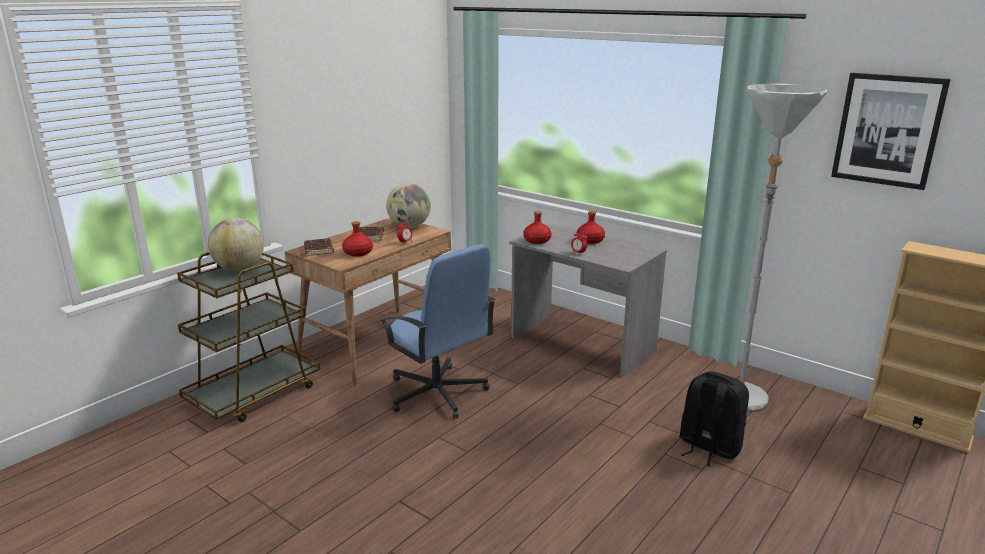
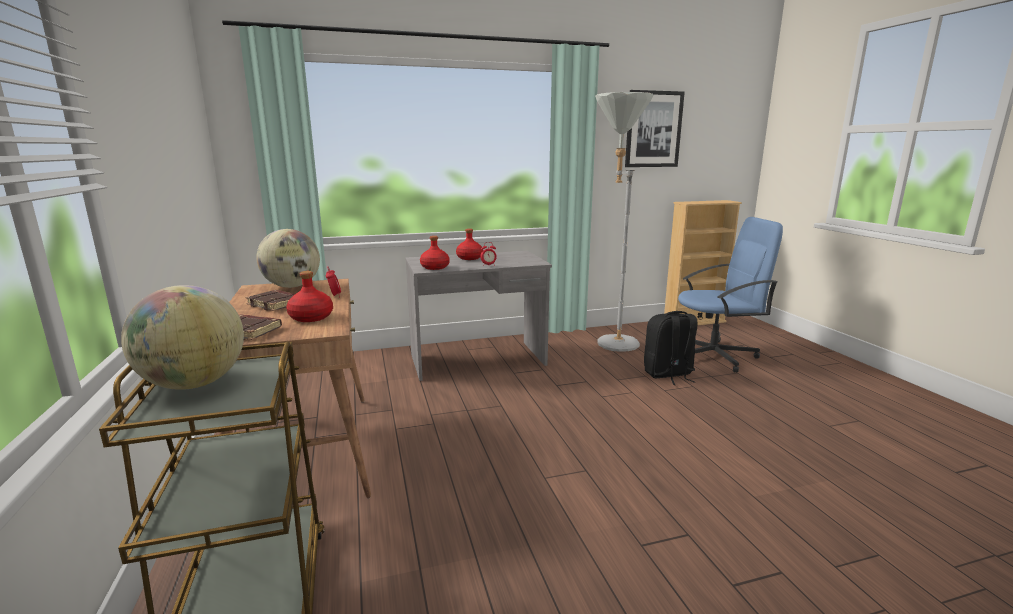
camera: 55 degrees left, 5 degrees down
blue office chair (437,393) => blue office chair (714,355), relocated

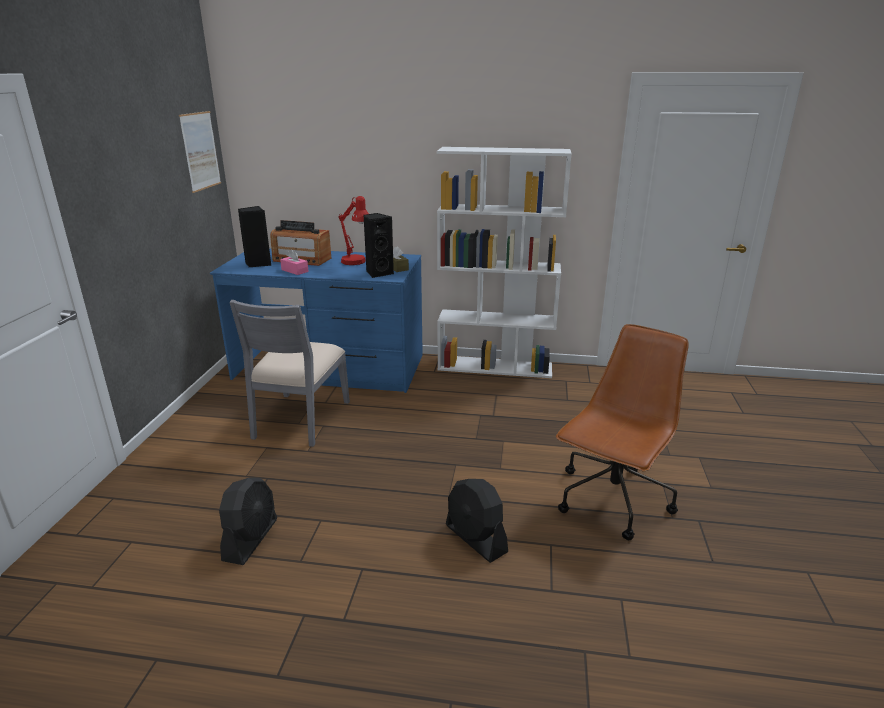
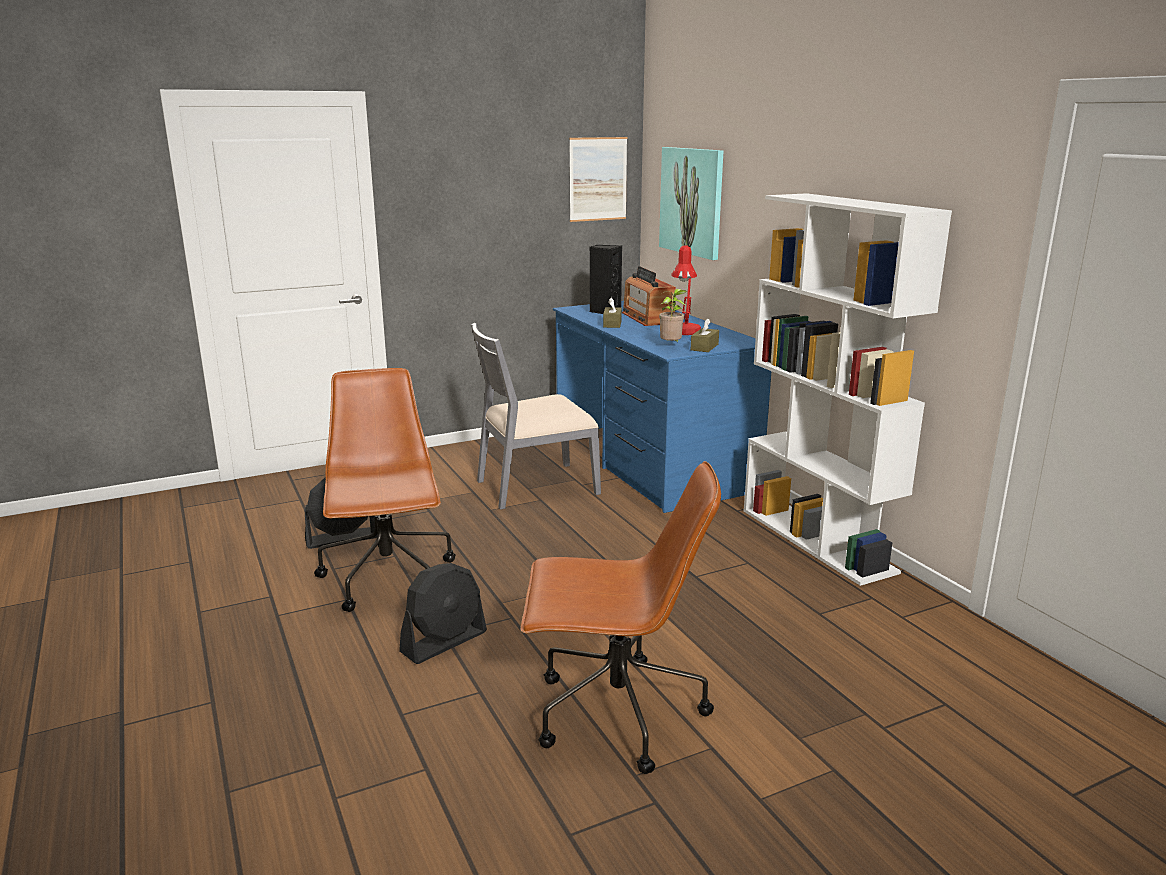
camera: 55 degrees right, 5 degrees down
black speaker (378,273) => potted plant (671,346)
pink tissue box (295,271) => brown tissue box (612,324)
black fan (476,539) => black fan (444,642), 150 degrees counterclockwise
nothing => picture (691,201)
nothing => brown office chair (388,579)

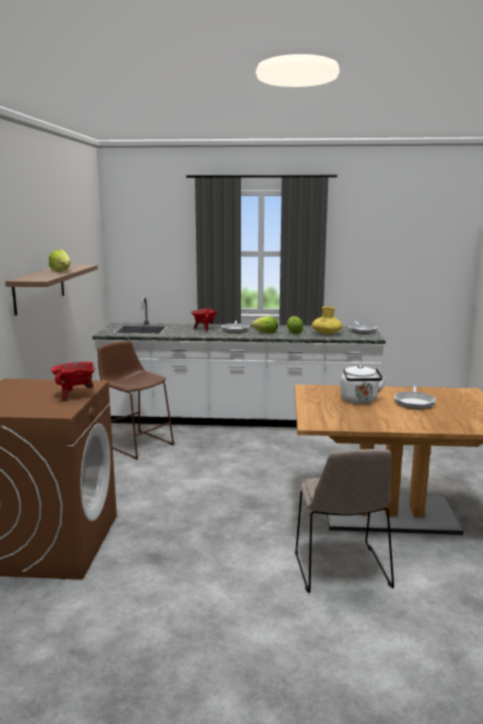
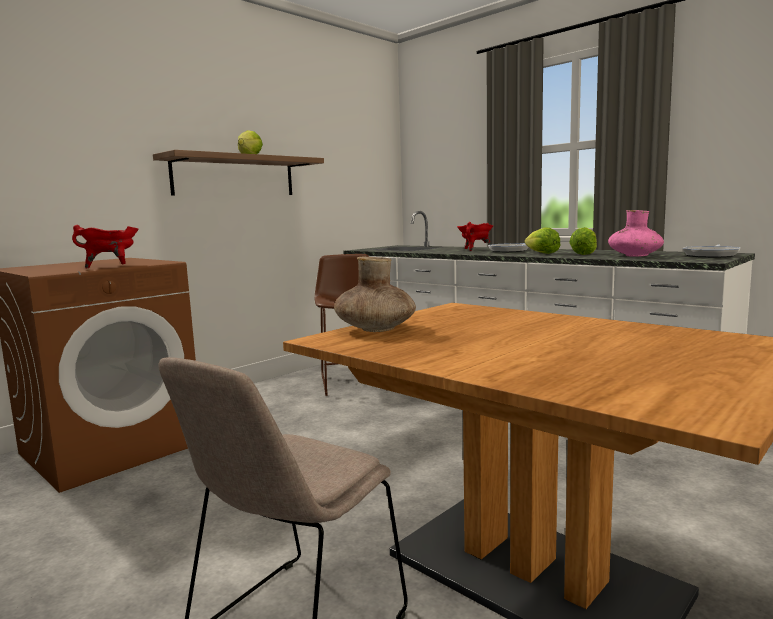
camera: 40 degrees right, 5 degrees down
yellow vase (326,333) => pink vase (635,255)
white kettle (359,401) => nothing
frying pan (414,403) => nothing
nothing => brown vase (376,329)

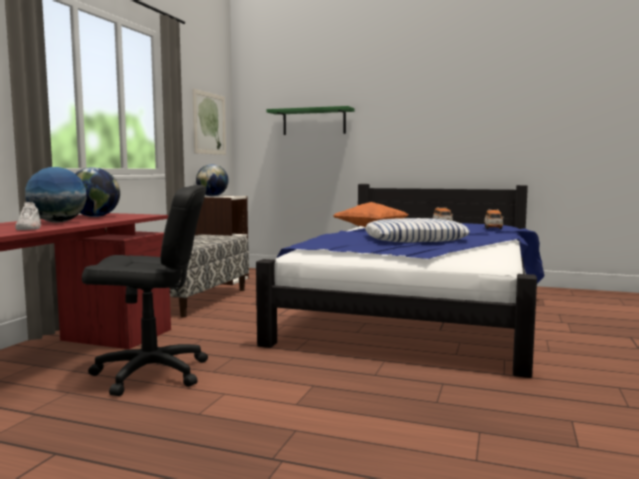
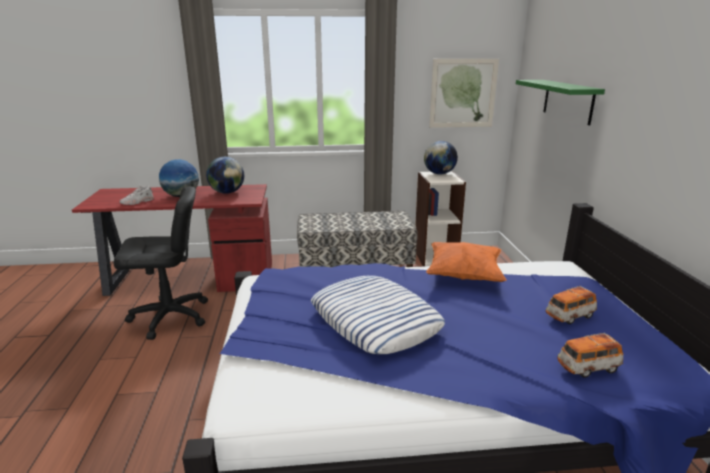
camera: 65 degrees right, 15 degrees up
black office chair (151,373) => black office chair (170,317), 75 degrees counterclockwise

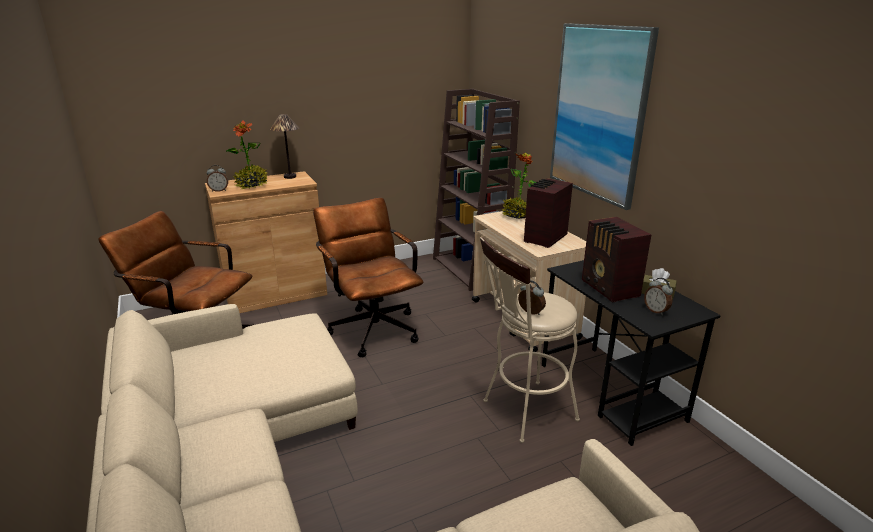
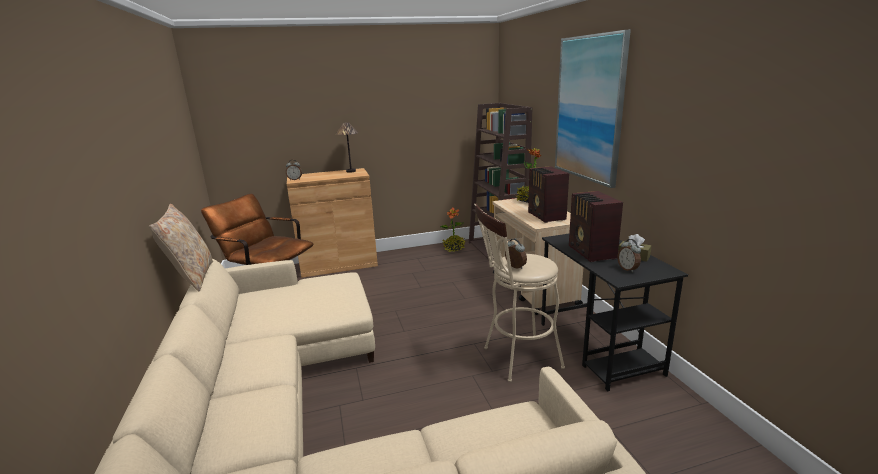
camera: 10 degrees right, 5 degrees down
potted plant (252,185) => potted plant (454,248), relocated
radio (544,238) => radio (546,216), 60 degrees counterclockwise
brown office chair (372,326) => nothing
nothing => beige pillow (192,277)

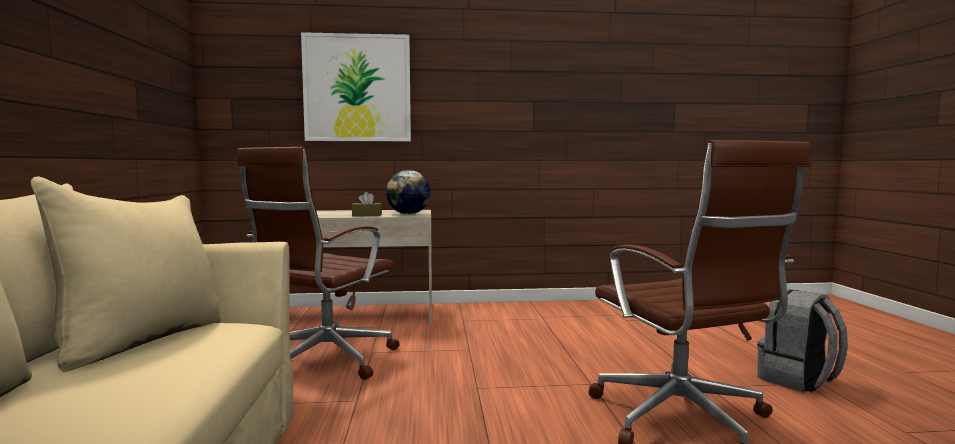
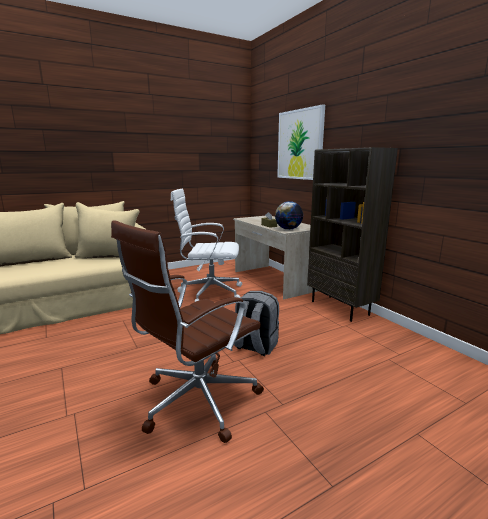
camera: 65 degrees right, 10 degrees up
brown office chair (324,361) => white office chair (209,292)
grey backpack (798,380) => grey backpack (255,346), relocated
nothing => brown bookcase (340,308)

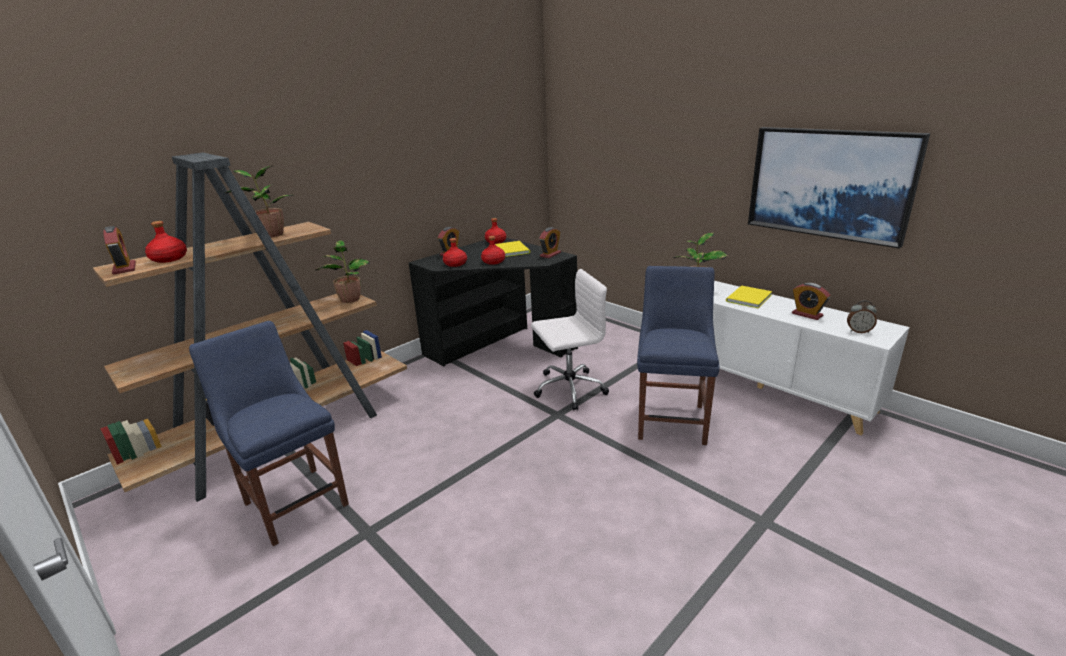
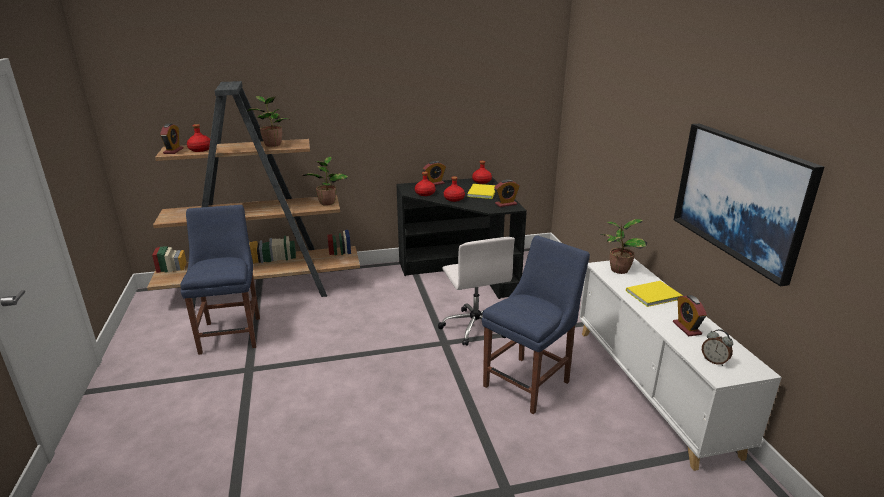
camera: 30 degrees right, 0 degrees up
white office chair (568,389) => white office chair (475,326), 60 degrees clockwise

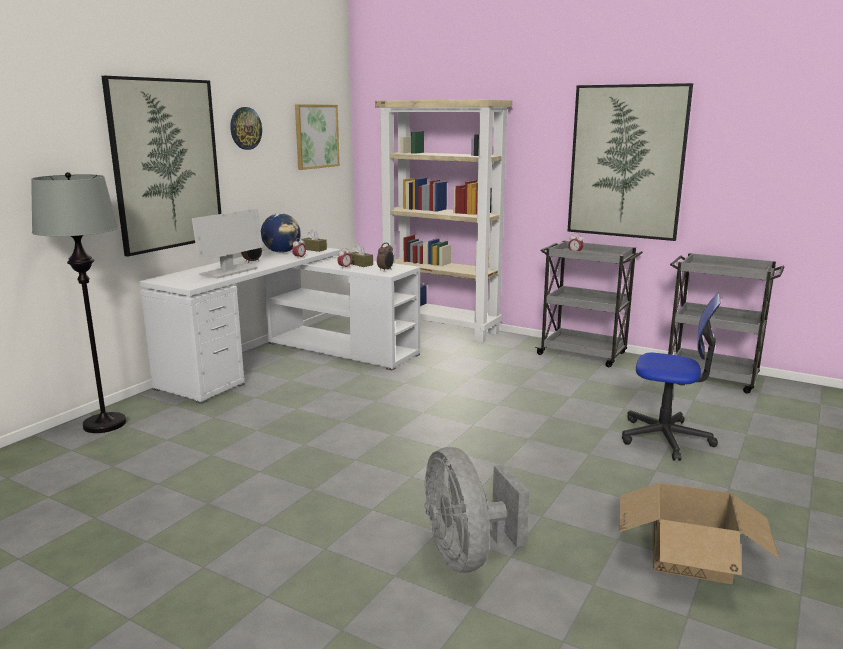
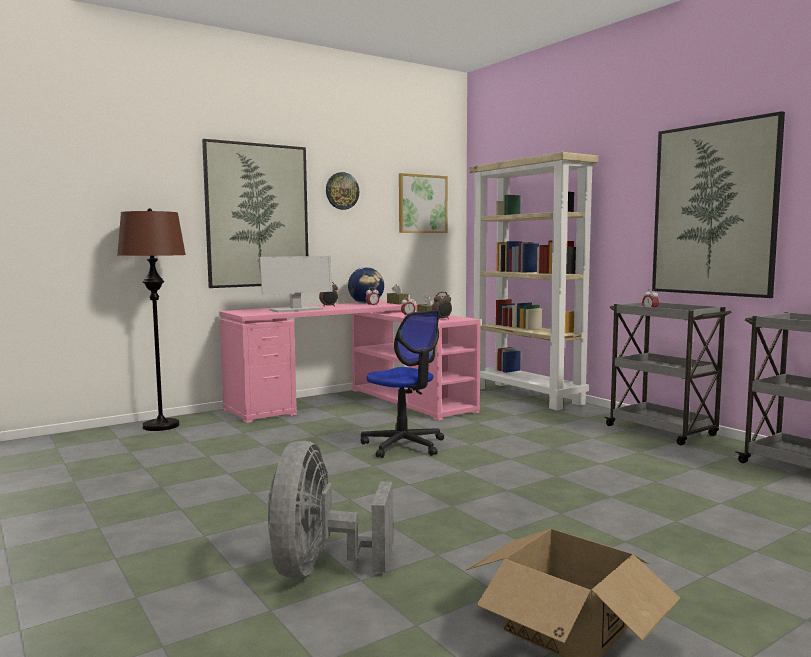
camera: 25 degrees right, 10 degrees down
grey floor lamp (105,424) => brown floor lamp (161,426)
white desk (291,359) => pink desk (357,403)
office chair (665,438) => office chair (403,445), relocated

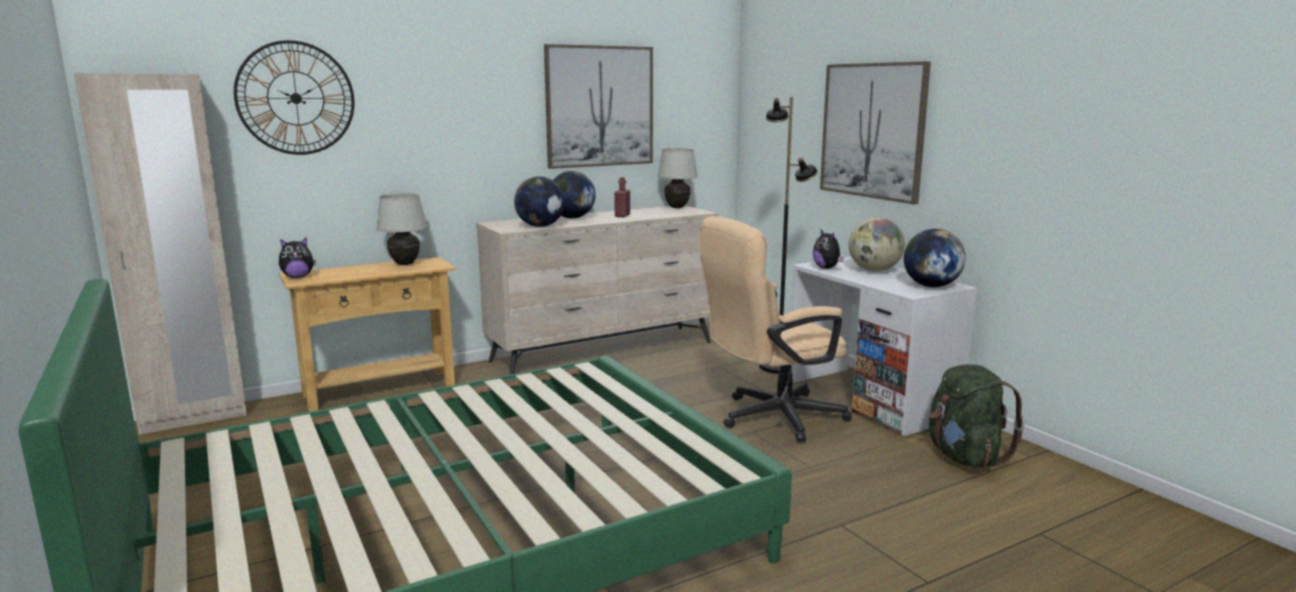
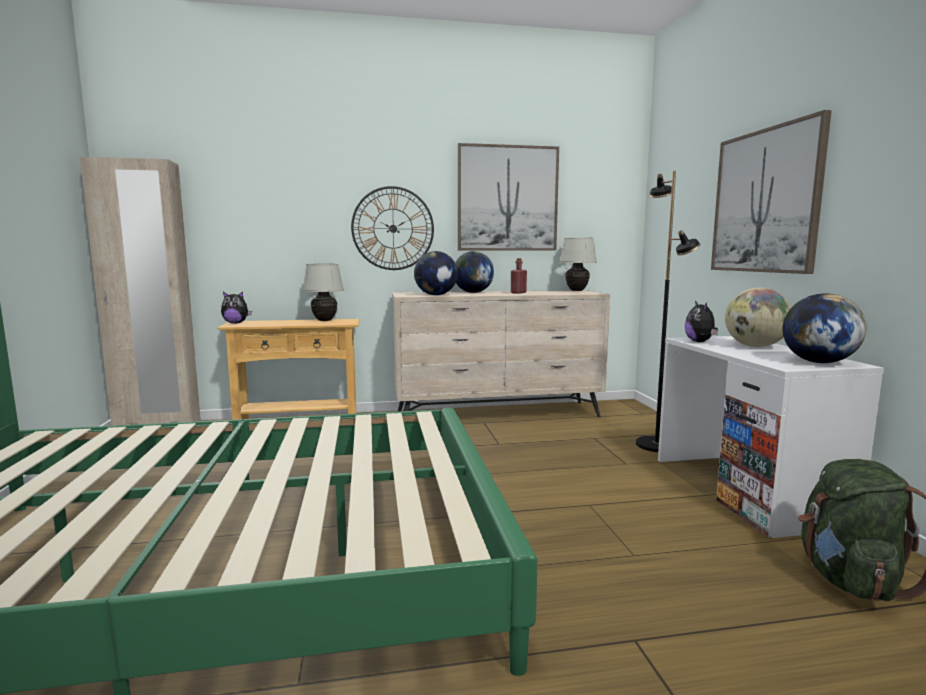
camera: 20 degrees right, 5 degrees down
wall clock (296,98) => wall clock (393,228), relocated
beige office chair (770,418) => nothing

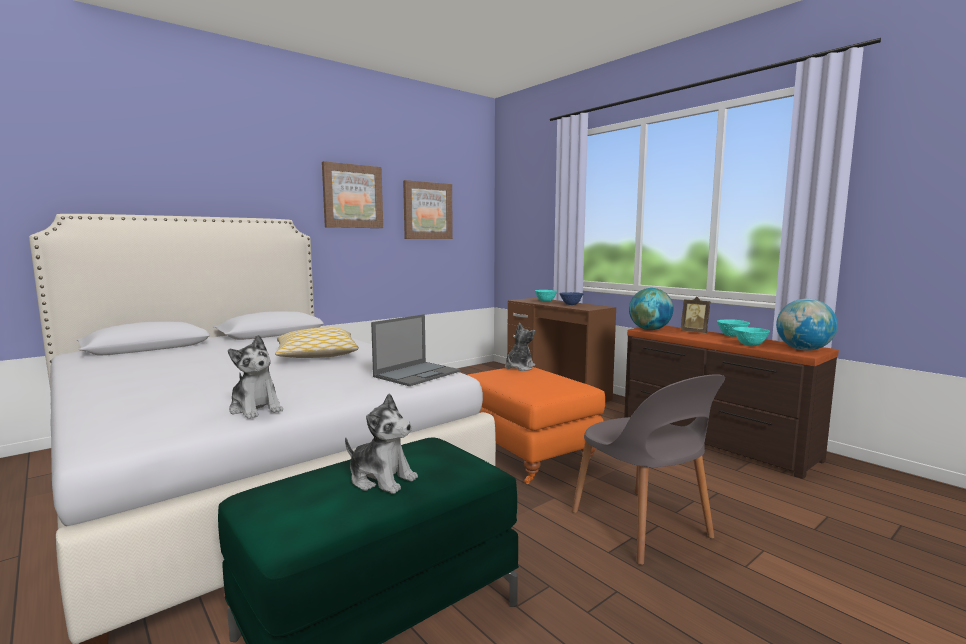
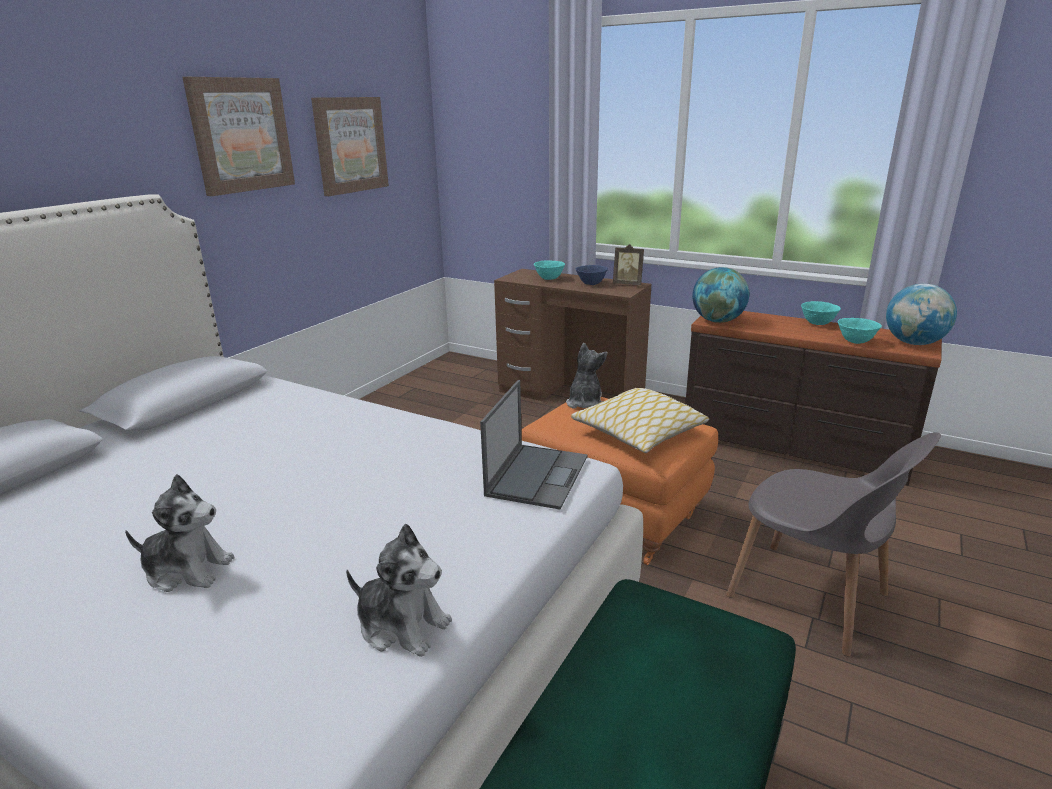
camera: 20 degrees left, 15 degrees up
picture frame (695,332) => picture frame (628,284), relocated
pillow (317,355) => pillow (639,432), relocated
plush toy (381,479) => plush toy (187,570), relocated

